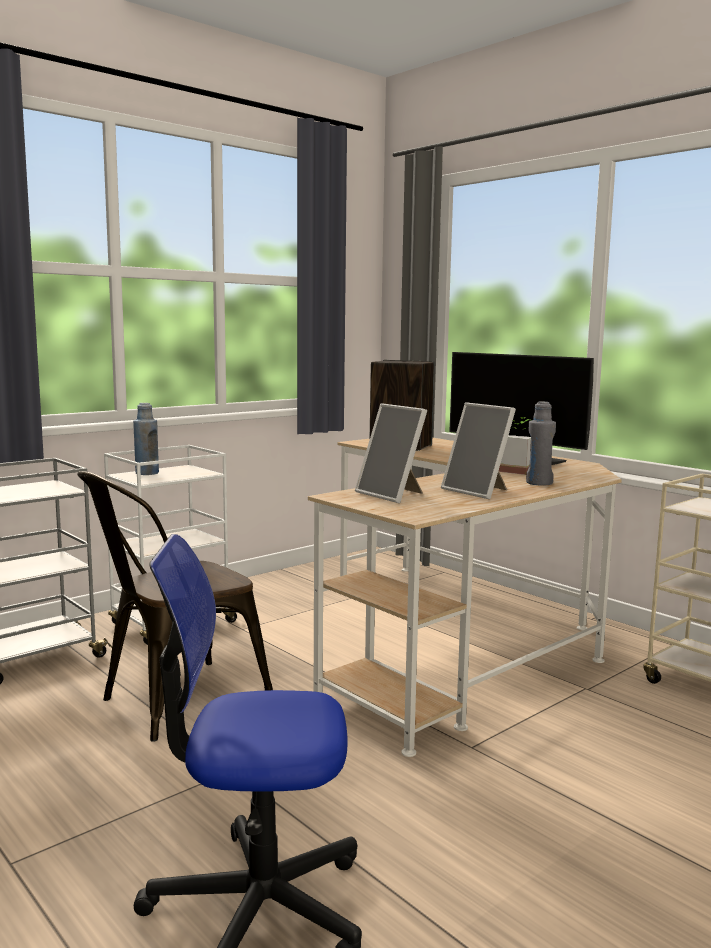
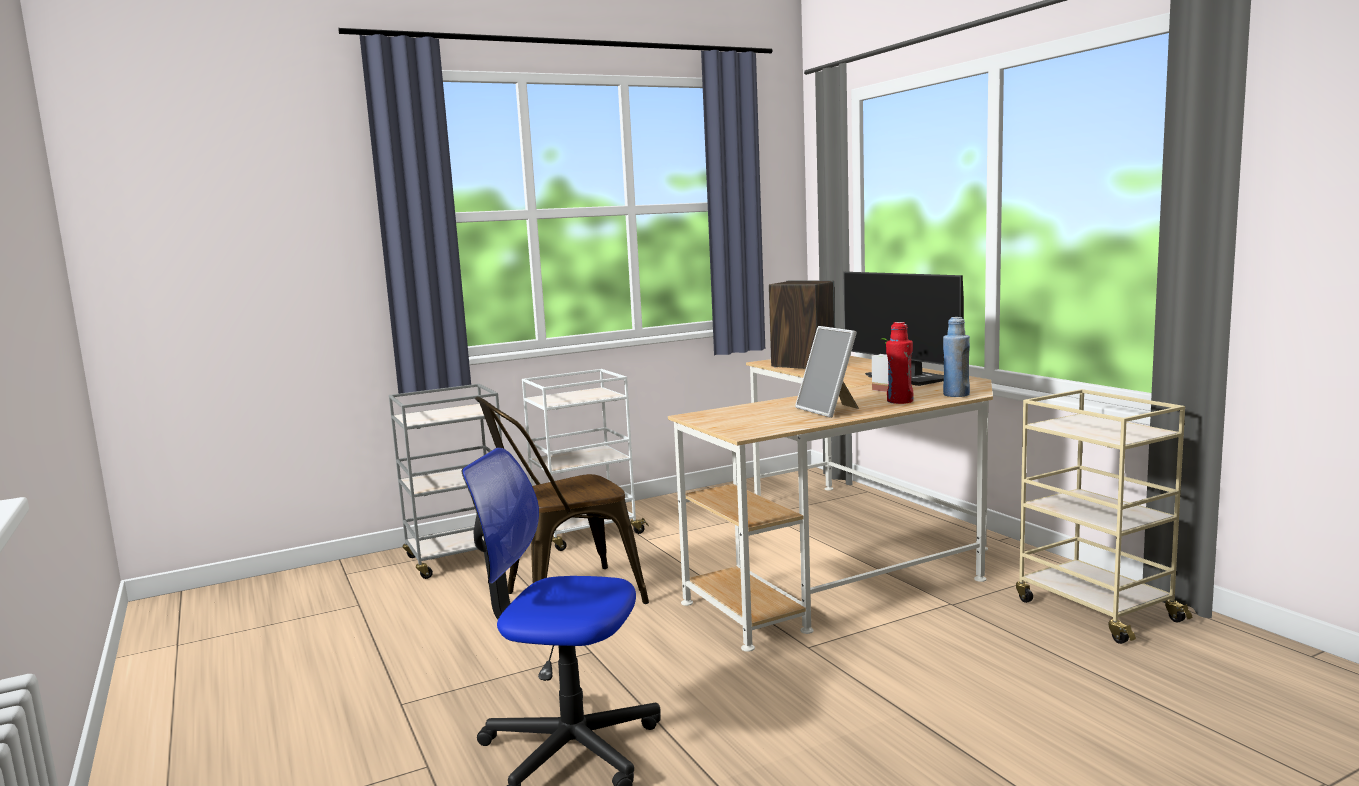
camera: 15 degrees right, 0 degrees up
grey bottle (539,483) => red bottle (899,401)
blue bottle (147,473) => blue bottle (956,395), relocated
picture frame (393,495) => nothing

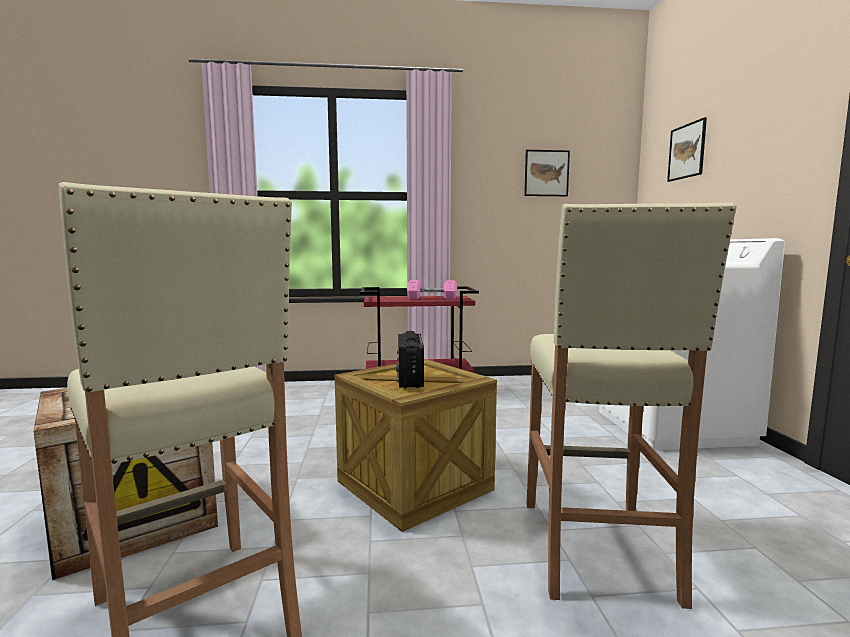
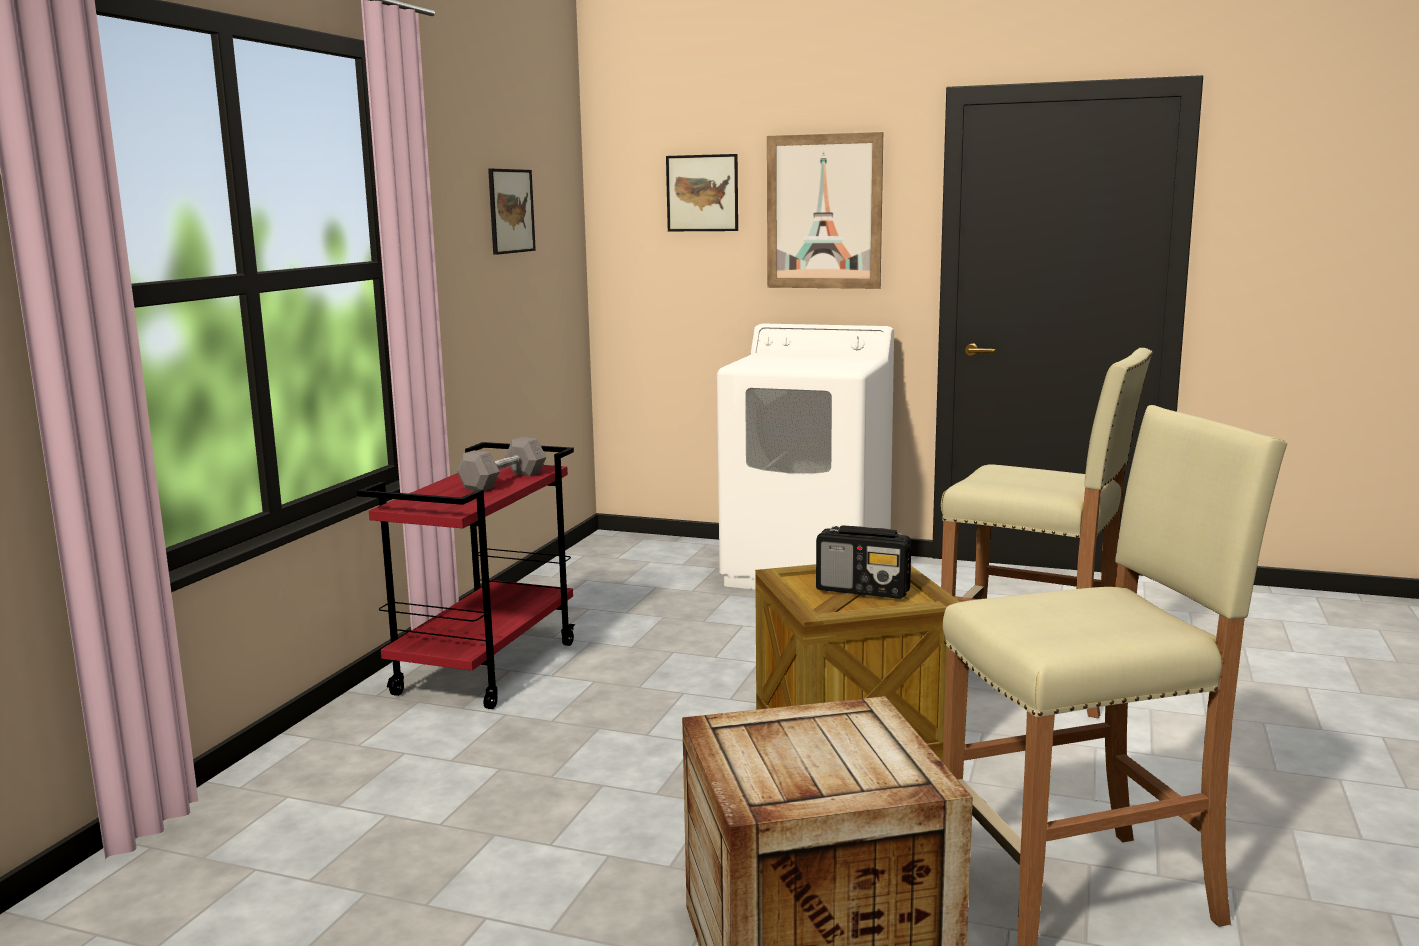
camera: 65 degrees left, 5 degrees up
pink dumbbell (432,299) => grey dumbbell (503,481)
nothing => picture (824,212)

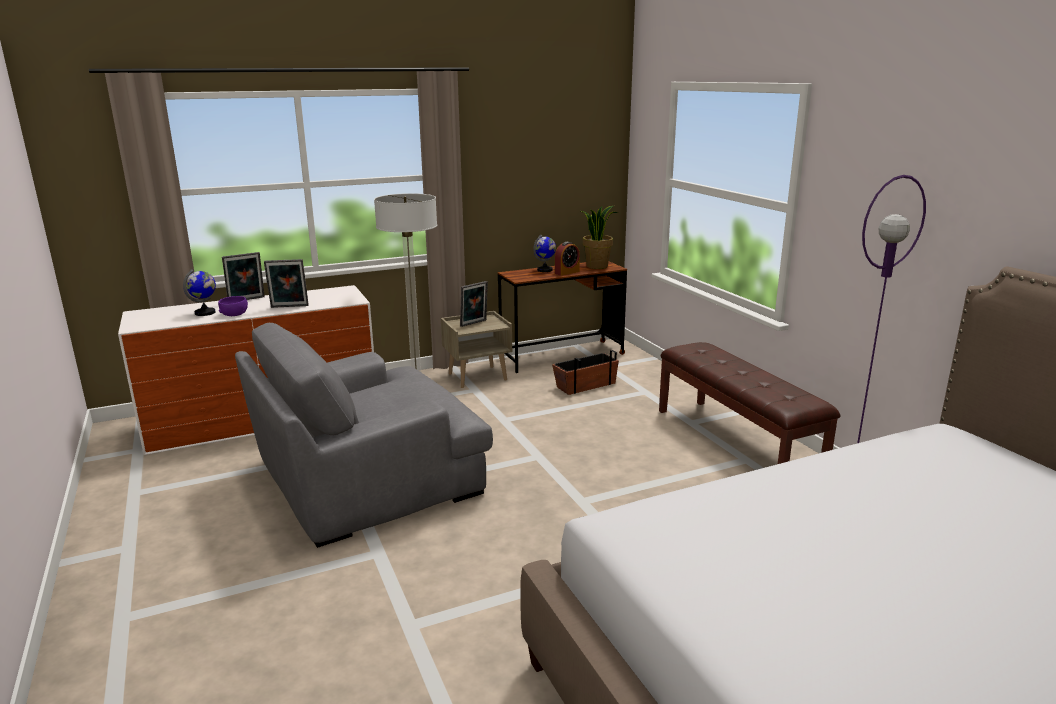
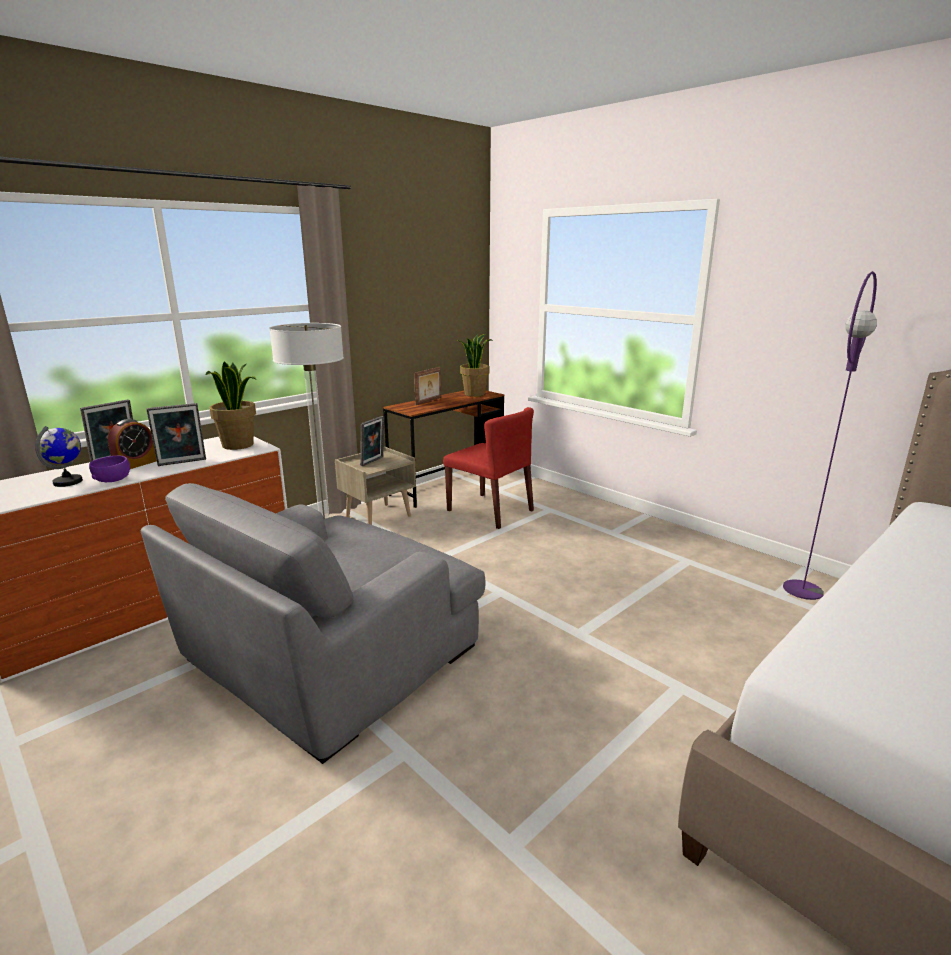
camera: 20 degrees left, 0 degrees up
globe (545,270) => picture frame (429,401)
alarm clock (567,272) => alarm clock (136,464), relocated
brown bench (736,442) => nothing
planter (585,385) => red chair (490,510)
nothing => potted plant (238,445)

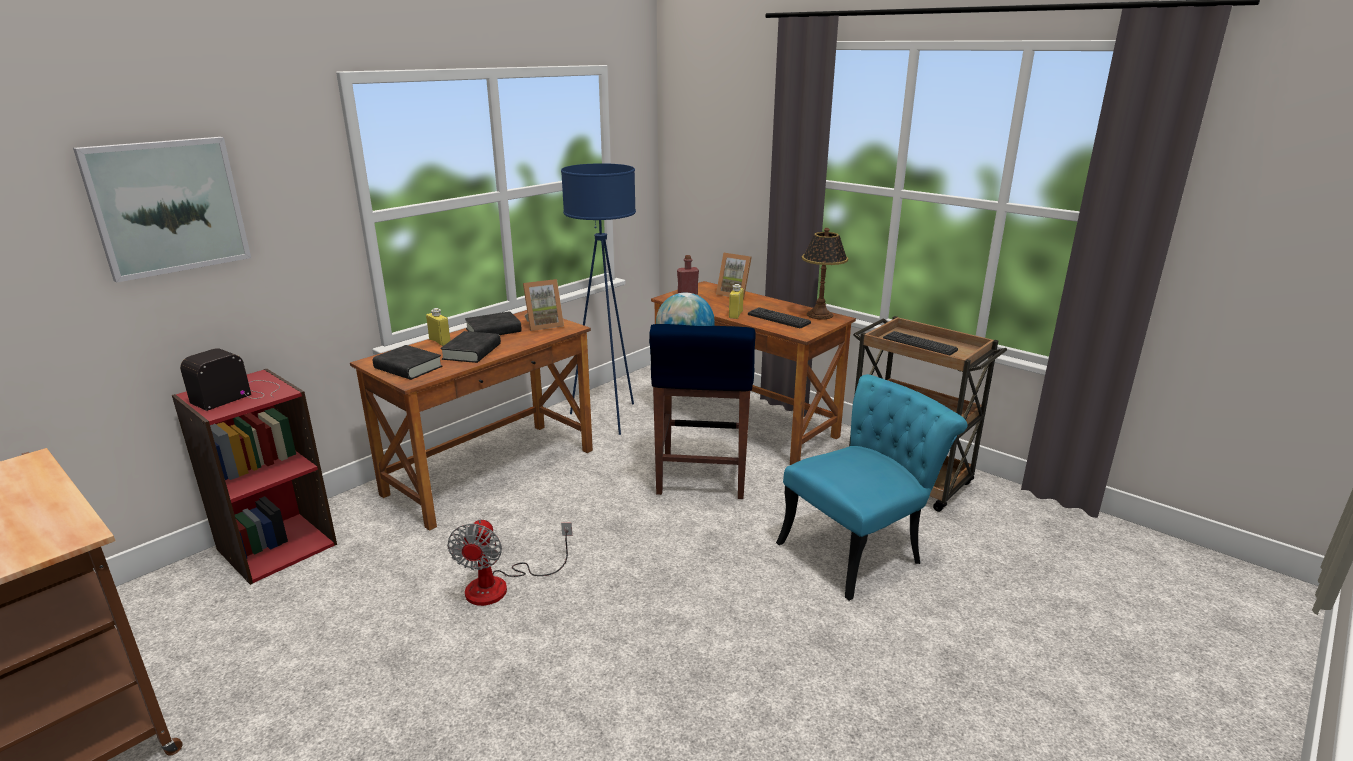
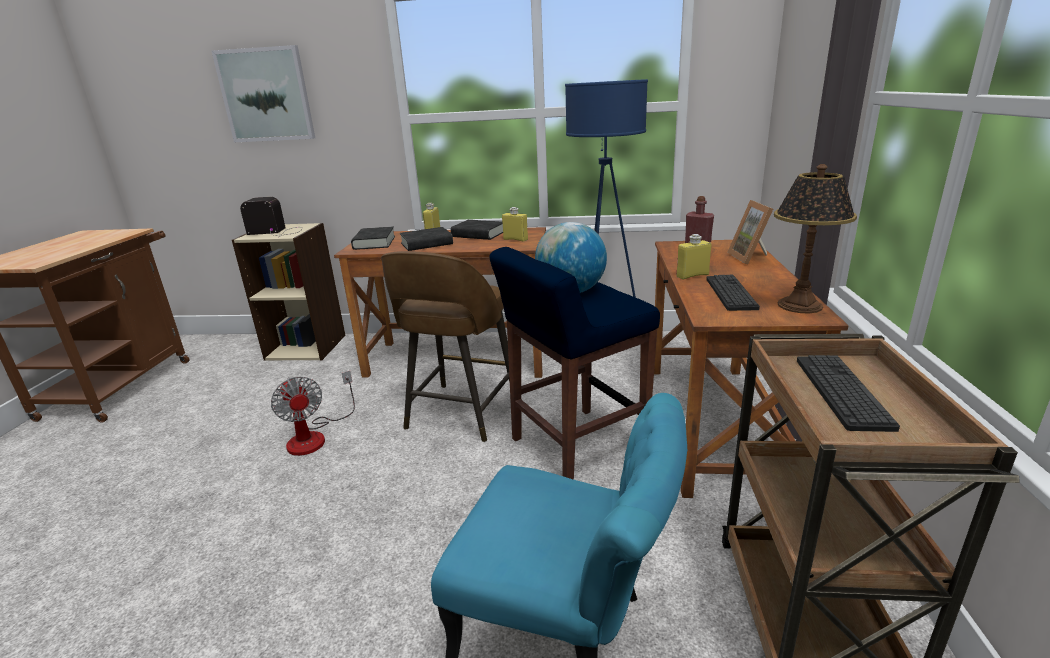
camera: 55 degrees right, 0 degrees up
picture frame (543,325) => yellow bottle (515,239)
red bookcase (276,546) => beige bookcase (306,347)
fan (501,585) => fan (315,436), 90 degrees counterclockwise
nothing => brown stool (460,413)

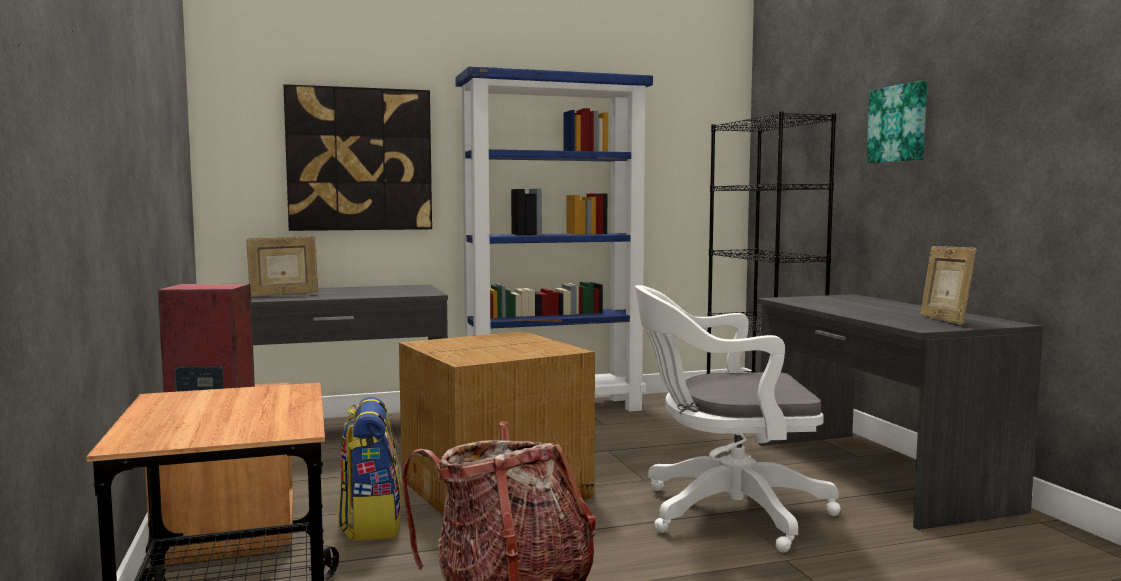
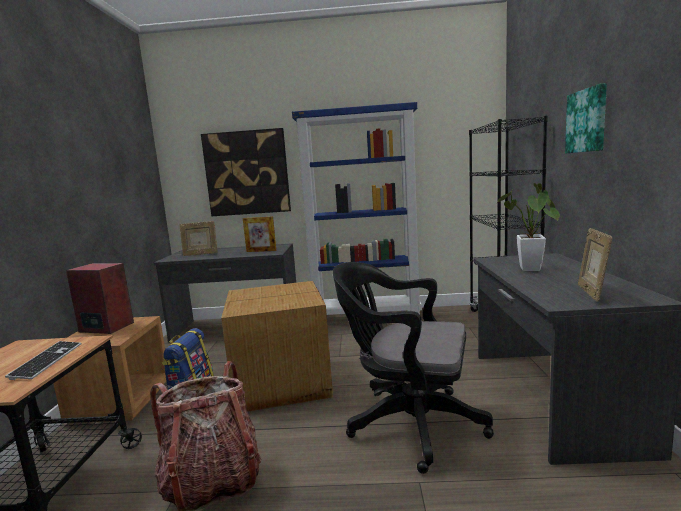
camera: 20 degrees right, 5 degrees up
white office chair (725,512) => black office chair (408,422)
nothing => potted plant (530,270)
nothing => picture frame (261,251)
nothing => keyboard (47,361)

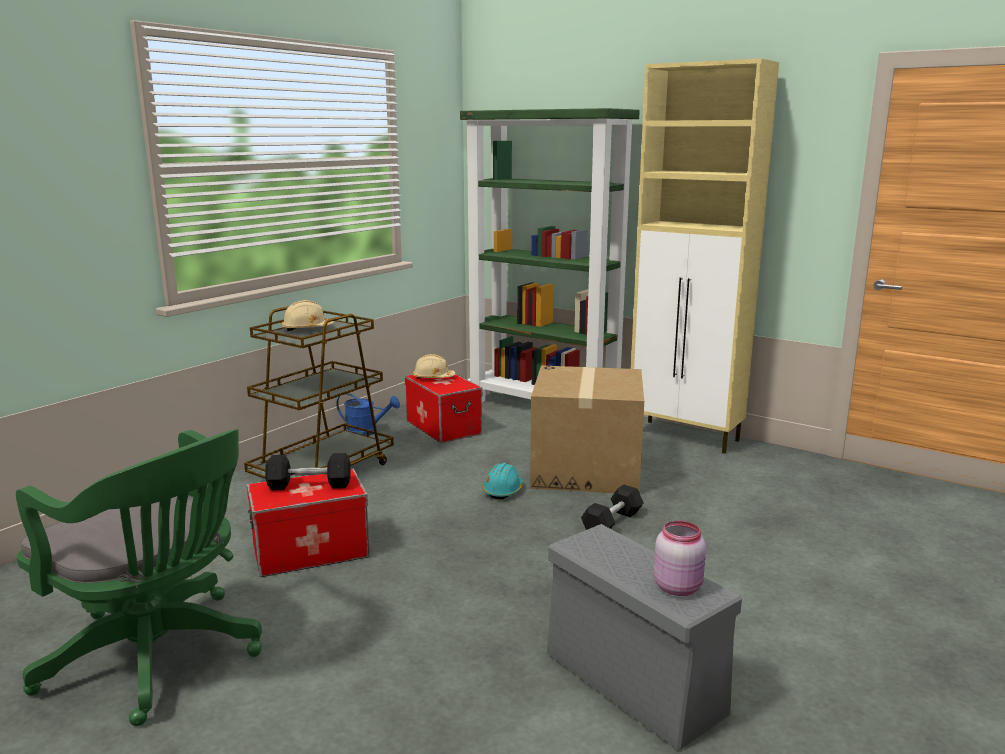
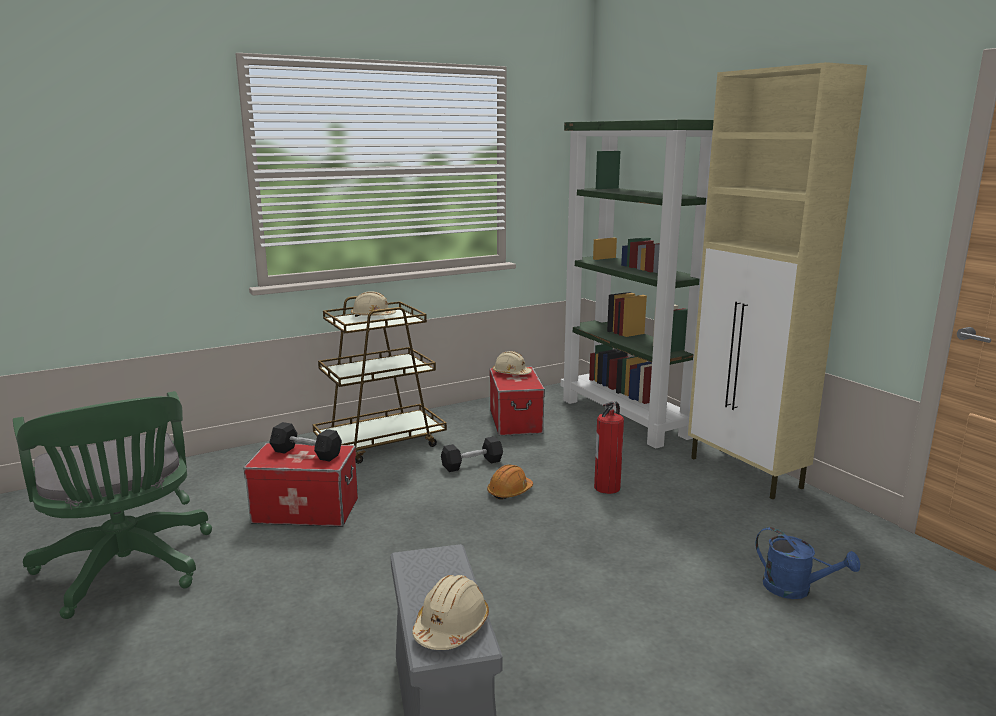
camera: 25 degrees right, 0 degrees up
cardboard box (586,470) => fire extinguisher (607,487)
blue watering can (366,432) => blue watering can (795,589), relocated
turquoise hard hat (503,491) => orange hard hat (509,491)
black dumbbell (612,522) => black dumbbell (472,464), relocated
pink jar (678,587) => beige hard hat (451,627)

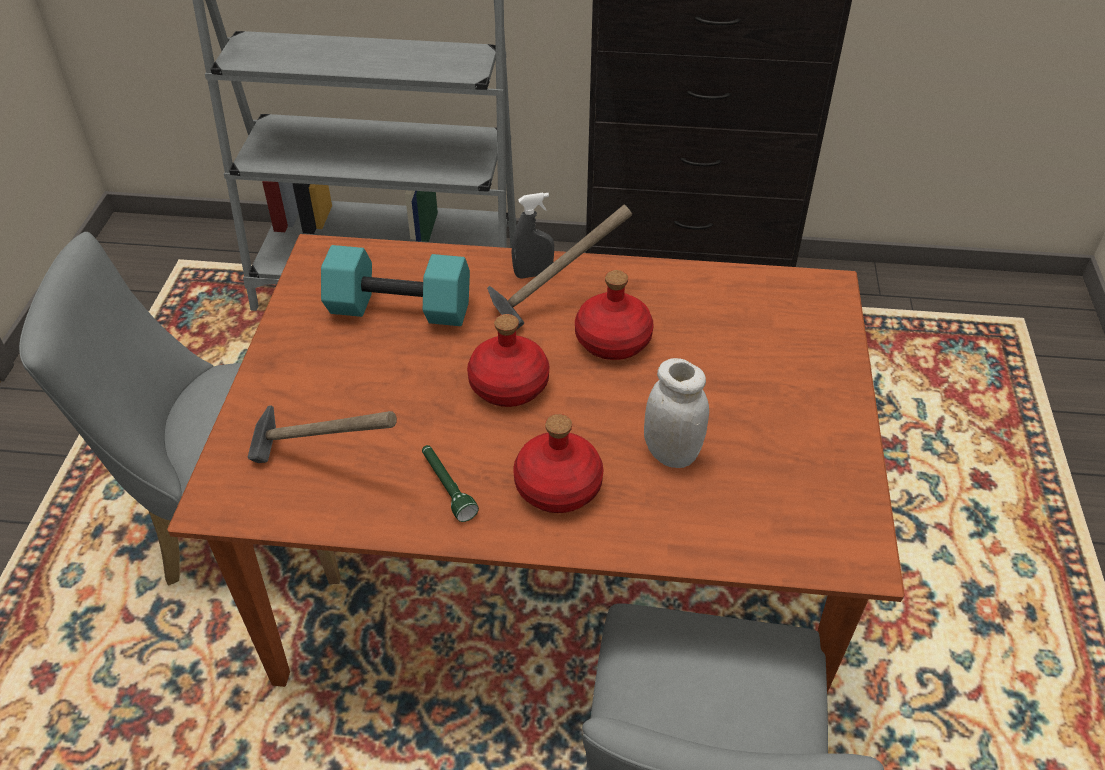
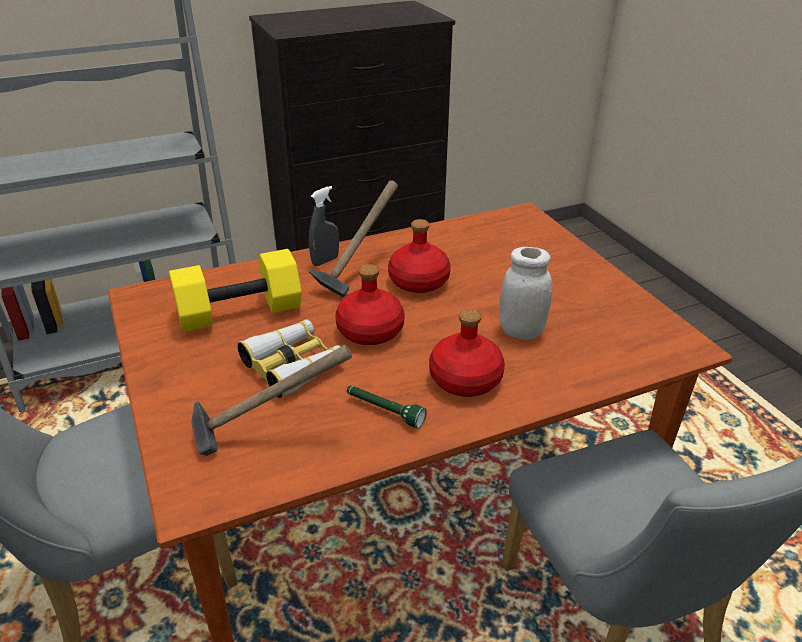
camera: 30 degrees left, 10 degrees down
turquoise dumbbell (401,307) => yellow dumbbell (240,310)
nothing => binoculars (293,365)

